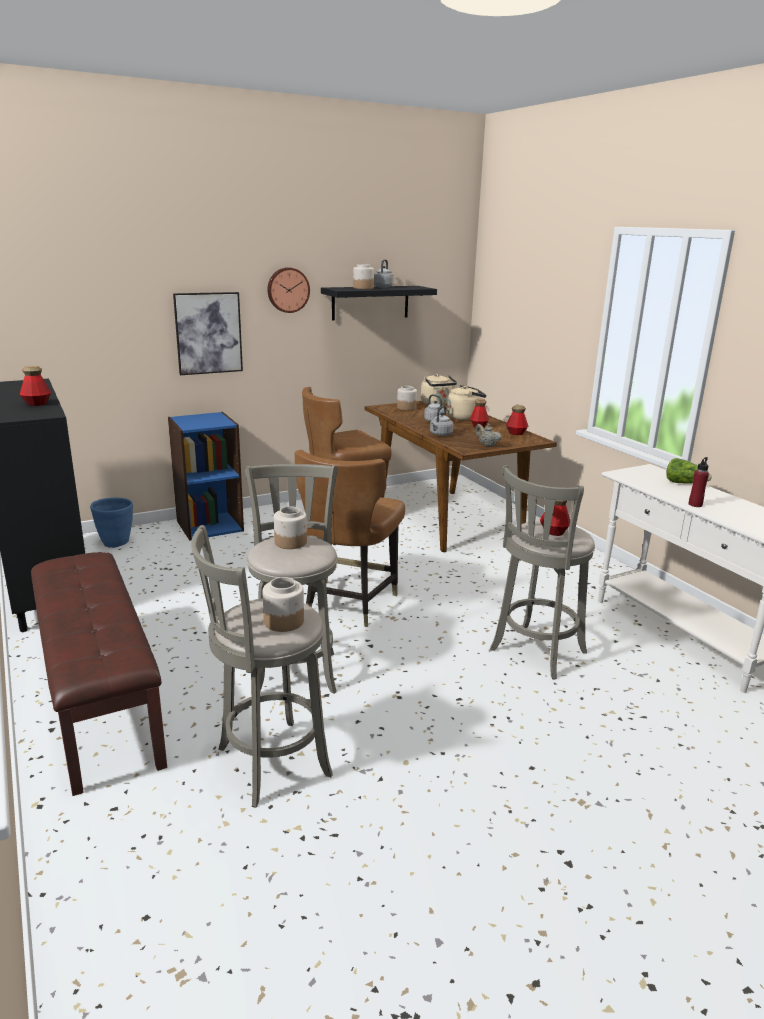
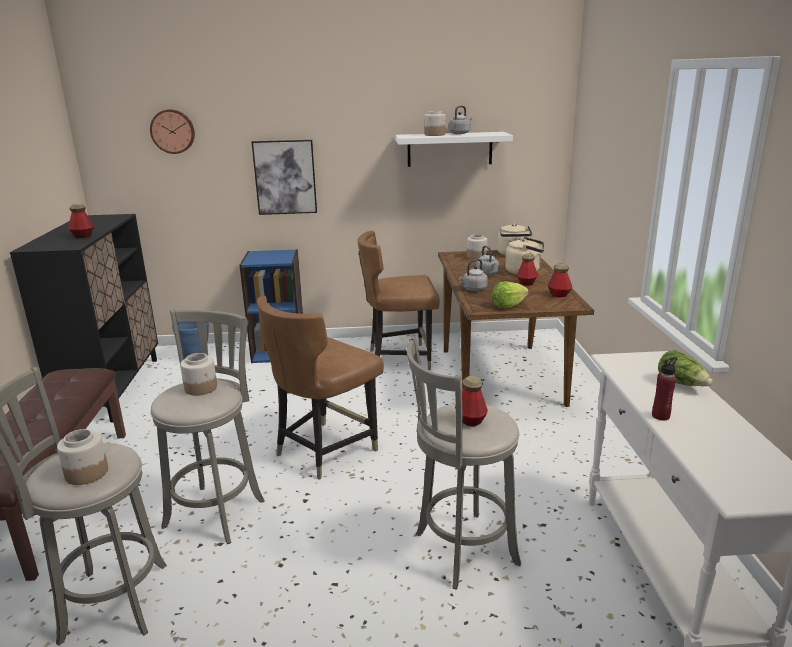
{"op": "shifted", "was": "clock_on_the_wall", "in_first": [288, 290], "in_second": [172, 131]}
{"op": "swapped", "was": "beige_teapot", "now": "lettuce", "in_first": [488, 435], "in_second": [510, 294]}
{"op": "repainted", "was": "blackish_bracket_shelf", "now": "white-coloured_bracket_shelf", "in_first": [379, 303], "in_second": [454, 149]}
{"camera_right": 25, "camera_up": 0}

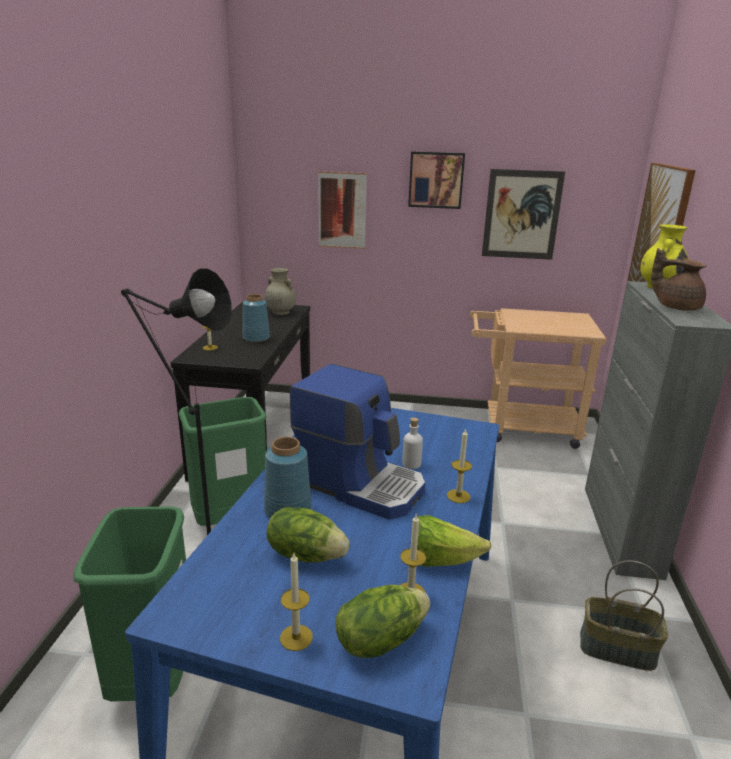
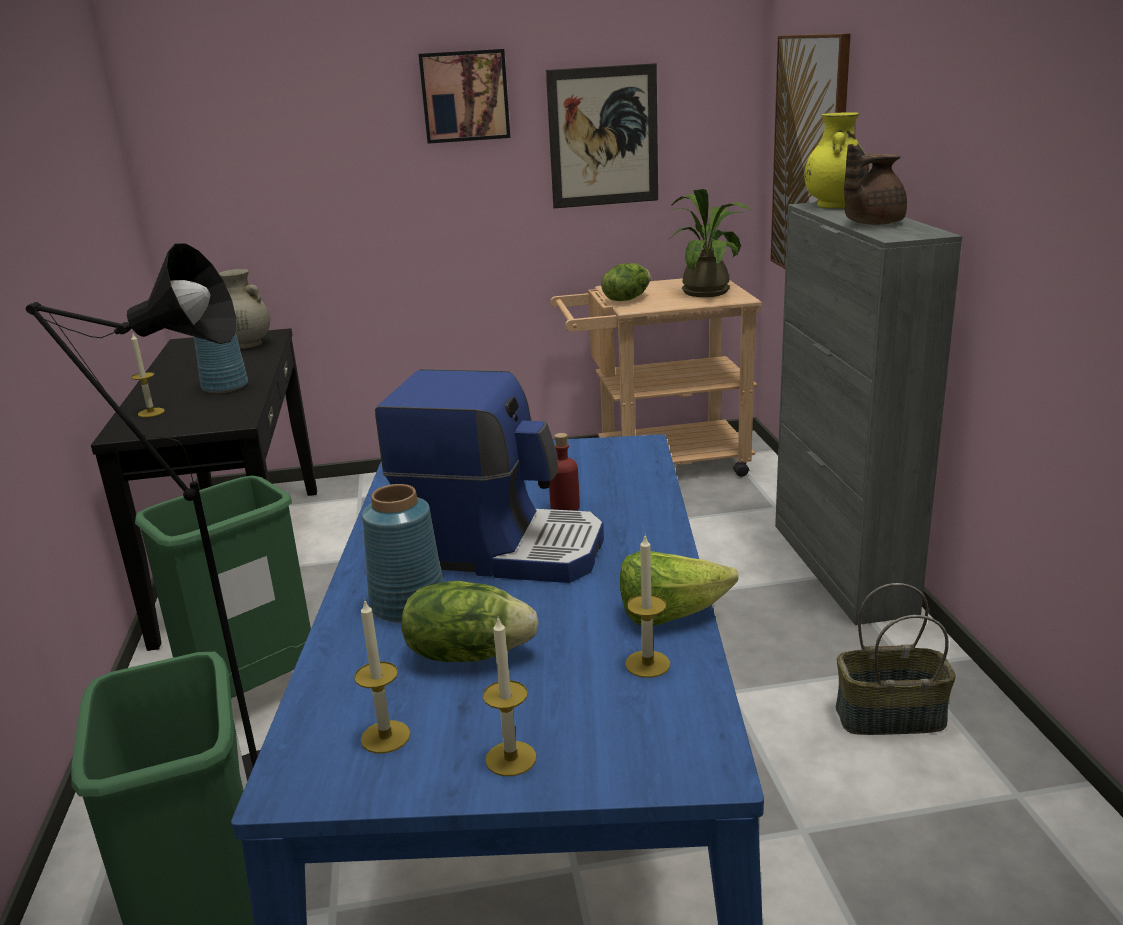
{"op": "gone", "was": "wall_picture", "in_first": [342, 210]}
{"op": "new", "now": "houseplant", "in_second": [709, 243]}
{"op": "shifted", "was": "lettuce", "in_first": [382, 621], "in_second": [626, 282]}
{"op": "shifted", "was": "wax_light", "in_first": [459, 466], "in_second": [382, 676]}
{"op": "repainted", "was": "white-coloured_beverage_bottle", "now": "reddish_beverage_bottle", "in_first": [412, 443], "in_second": [564, 472]}
{"op": "rotated", "was": "brown_teapot", "in_first": [678, 279], "in_second": [875, 184], "clockwise": -45}
{"camera_right": -15, "camera_up": 0}

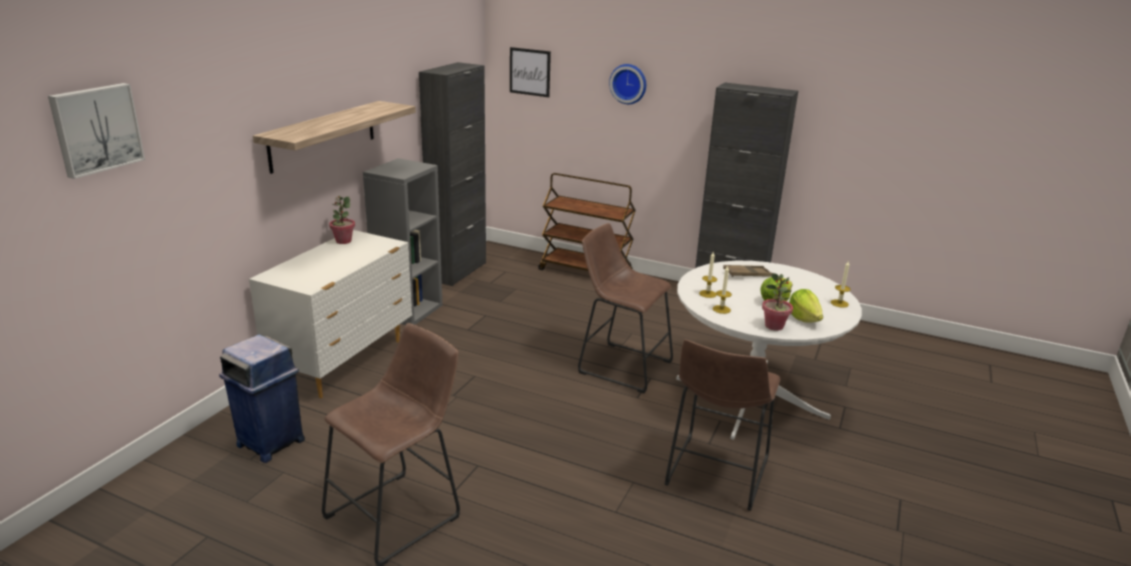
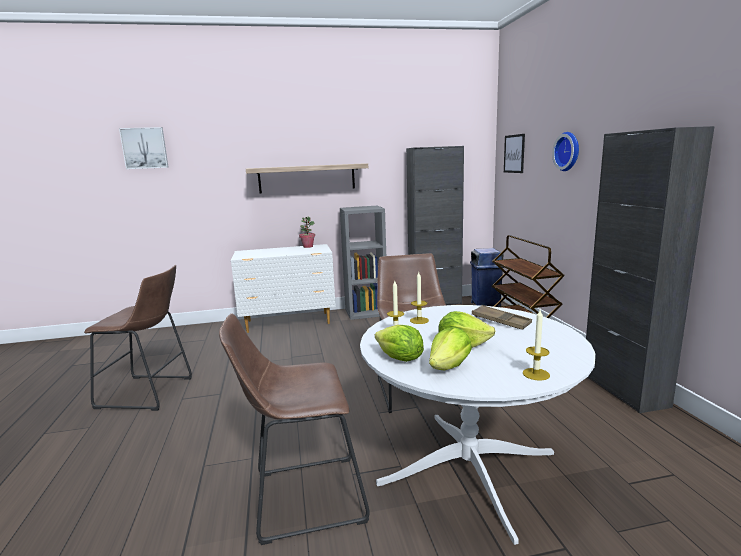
{"op": "shifted", "was": "blue_trash_can", "in_first": [262, 399], "in_second": [487, 277]}
{"op": "swapped", "was": "houseplant", "now": "lettuce", "in_first": [777, 302], "in_second": [399, 343]}
{"camera_right": 55, "camera_up": -10}

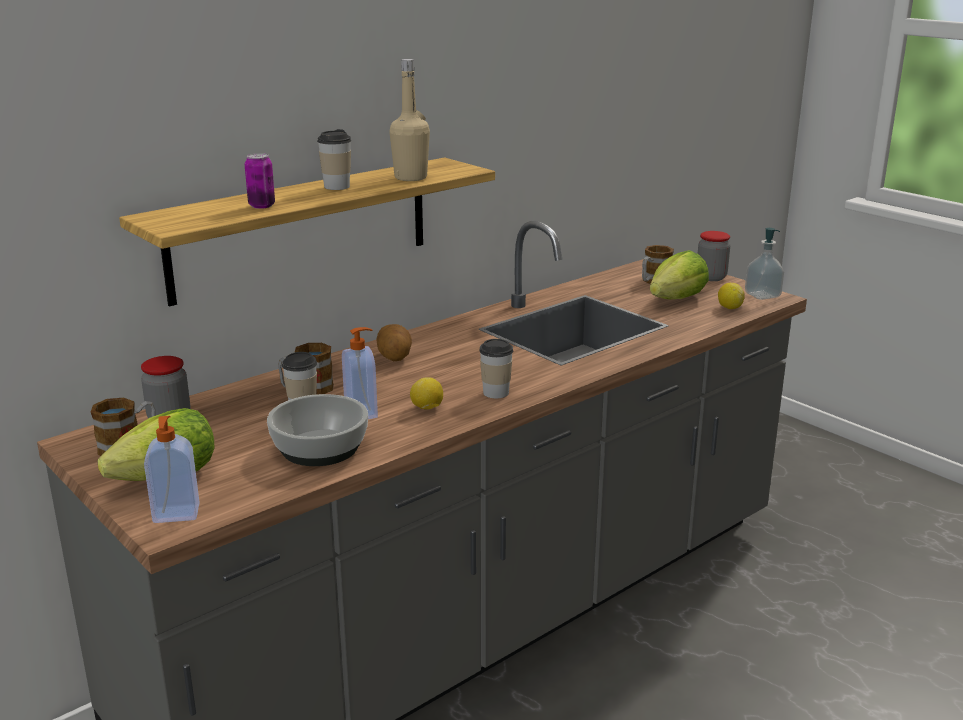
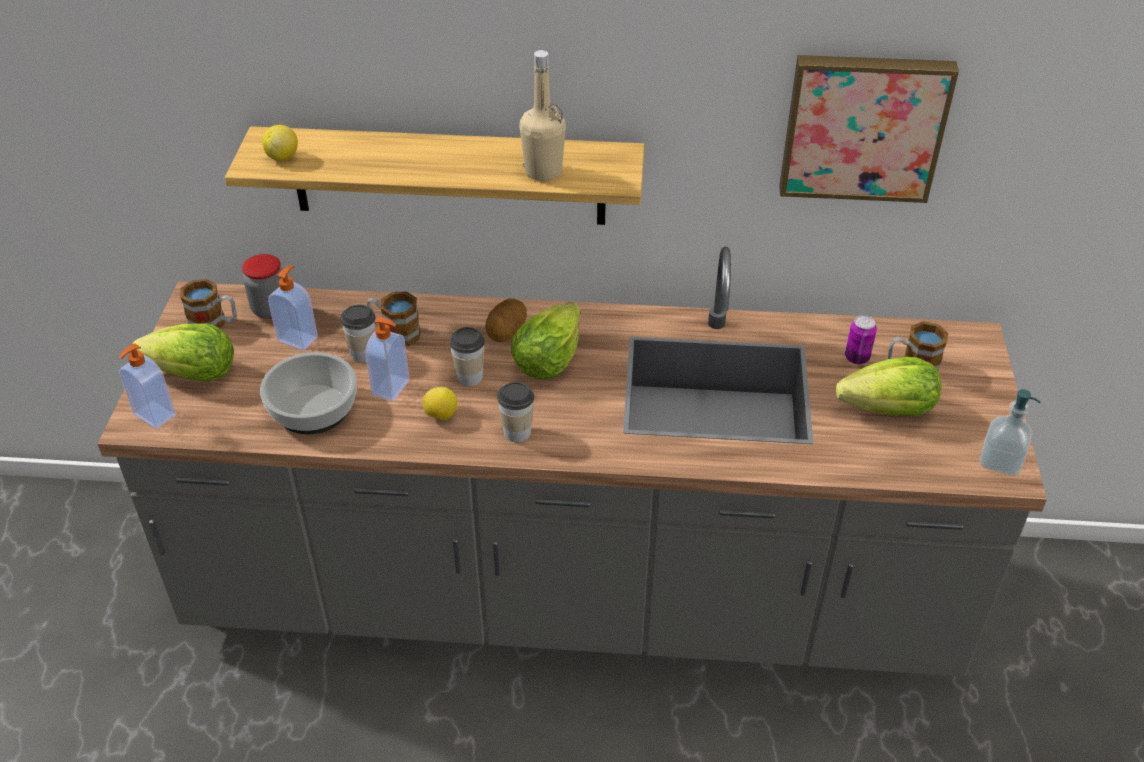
{"op": "gone", "was": "preserve_jar", "in_first": [714, 256]}
{"op": "new", "now": "soap_bottle", "in_second": [293, 308]}
{"op": "new", "now": "lettuce", "in_second": [546, 340]}
{"op": "new", "now": "wall_picture", "in_second": [869, 129]}
{"op": "shifted", "was": "metal_can", "in_first": [260, 181], "in_second": [861, 339]}
{"op": "shifted", "was": "cup", "in_first": [334, 159], "in_second": [467, 356]}
{"op": "shifted", "was": "lemon", "in_first": [731, 296], "in_second": [280, 143]}
{"camera_right": 45, "camera_up": 20}

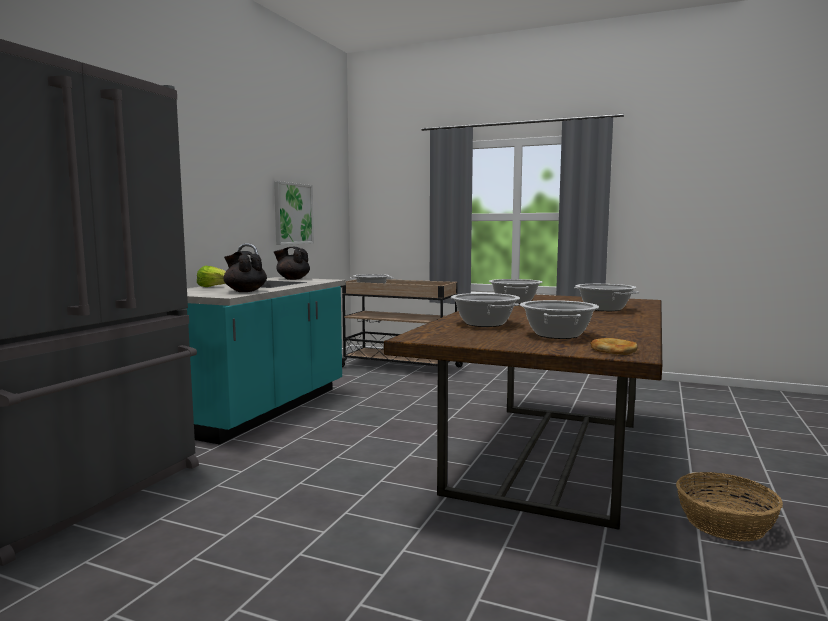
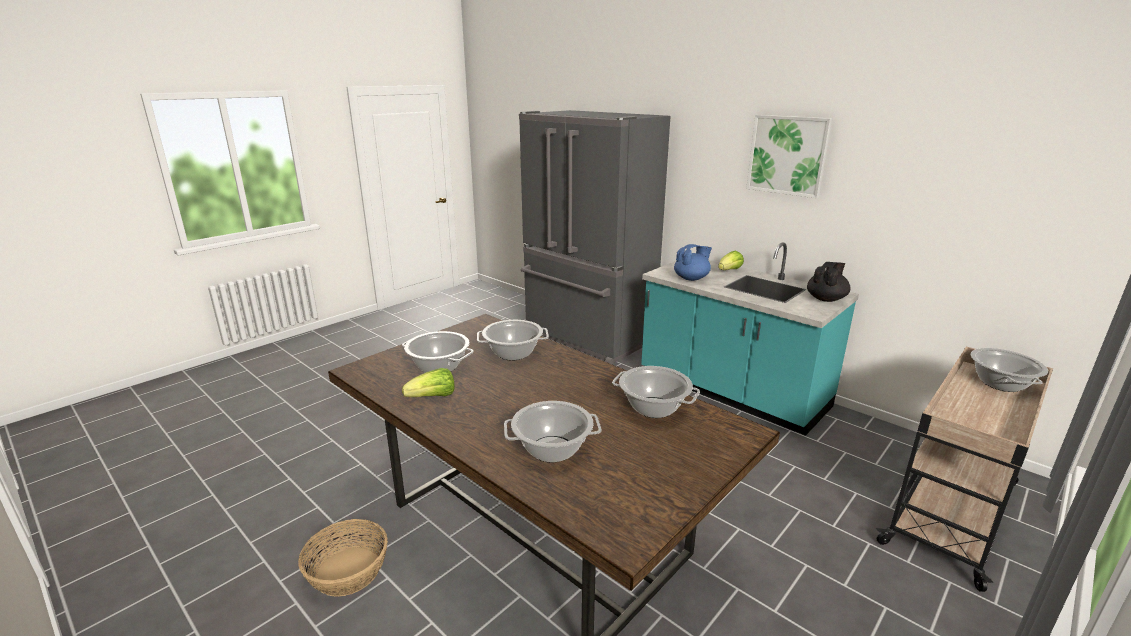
{"op": "gone", "was": "bakery_bread", "in_first": [614, 346]}
{"op": "new", "now": "lettuce", "in_second": [428, 382]}
{"op": "shifted", "was": "wall_picture", "in_first": [294, 213], "in_second": [789, 156]}
{"op": "repainted", "was": "blackish_teapot", "now": "blue_teapot", "in_first": [245, 271], "in_second": [693, 262]}
{"camera_right": 110, "camera_up": 15}

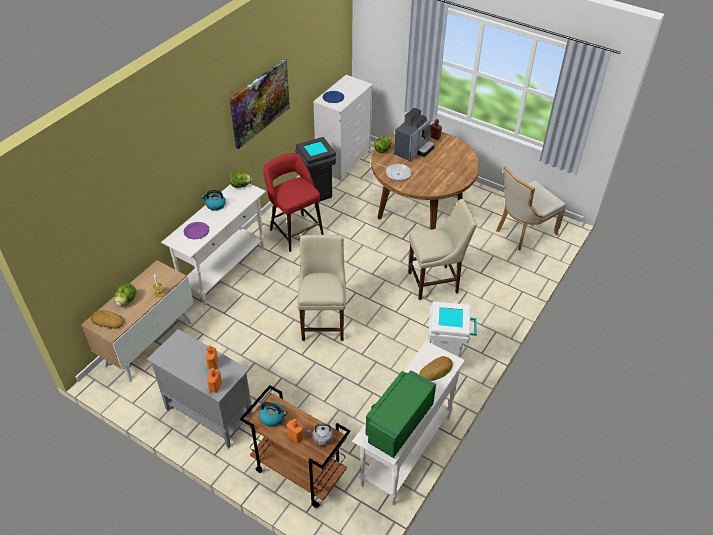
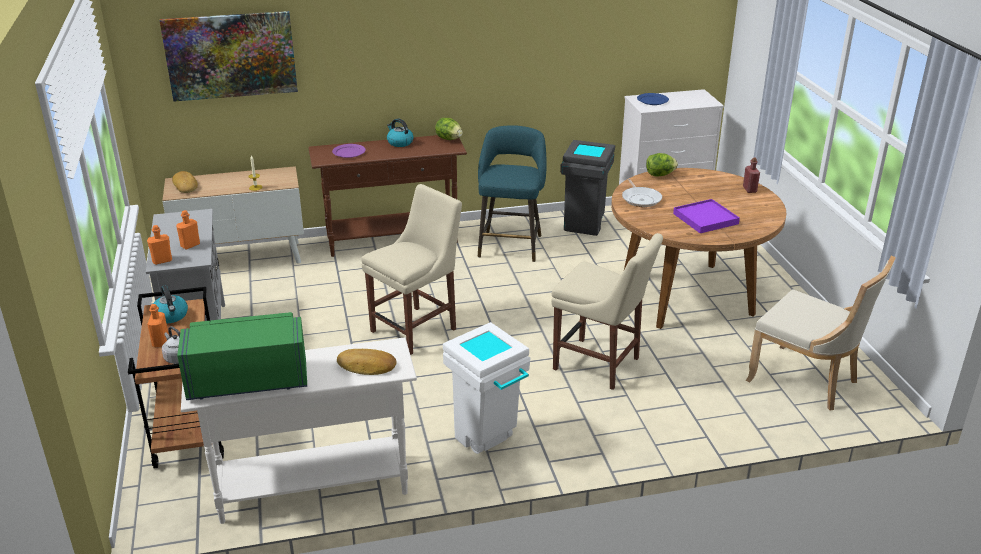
{"op": "gone", "was": "lettuce", "in_first": [126, 294]}
{"op": "gone", "was": "coffee_machine", "in_first": [414, 134]}
{"op": "new", "now": "purple-coloured_serving_tray", "in_second": [706, 216]}
{"op": "shifted", "was": "wall_picture", "in_first": [259, 104], "in_second": [228, 56]}
{"op": "repainted", "was": "white-coloured_narrow_table", "now": "brown_narrow_table", "in_first": [213, 244], "in_second": [387, 196]}
{"op": "repainted", "was": "reddish_stool_seat", "now": "turquoise_stool_seat", "in_first": [293, 202], "in_second": [512, 193]}
{"op": "rotated", "was": "beige_upright_chair", "in_first": [531, 208], "in_second": [821, 332], "clockwise": -150}
{"camera_right": 45, "camera_up": -15}

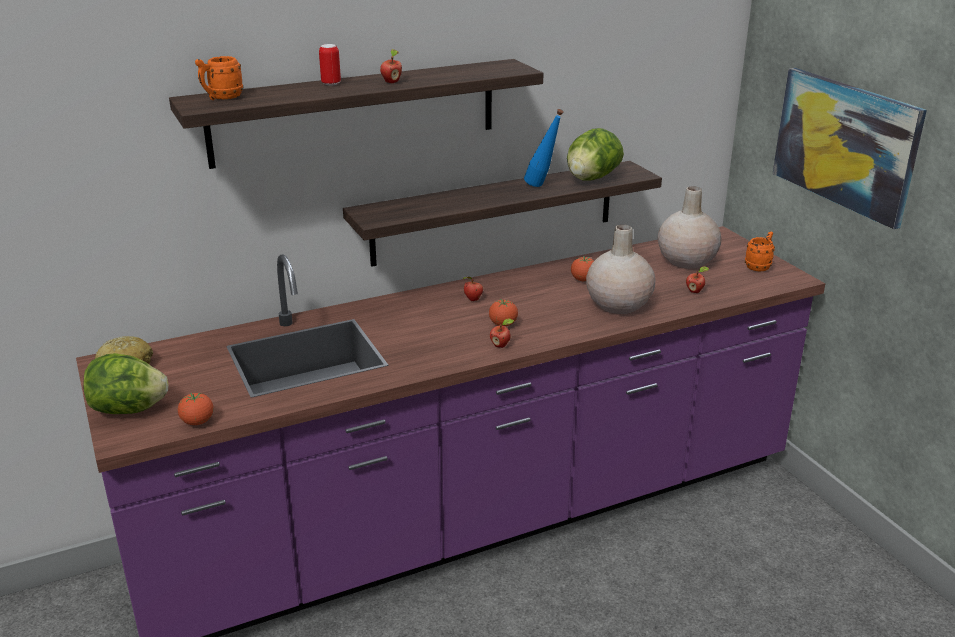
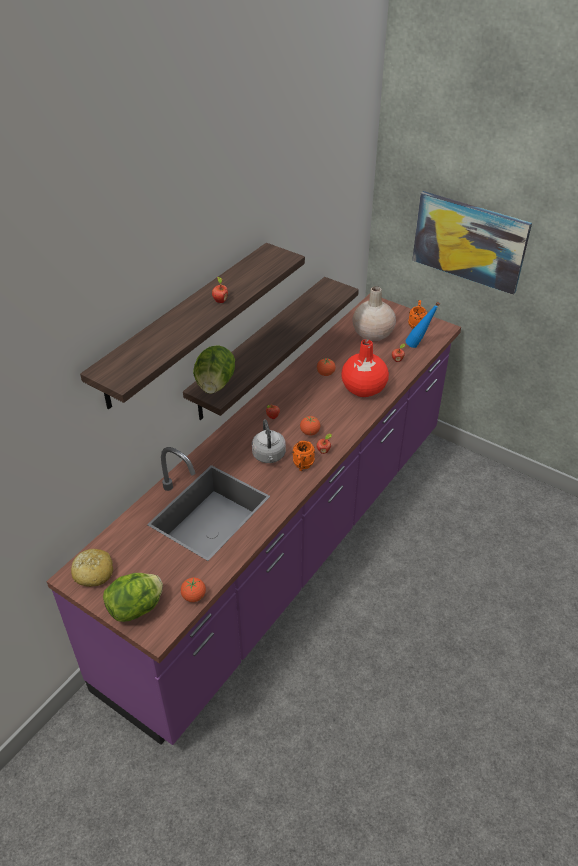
{"op": "gone", "was": "metal_can", "in_first": [330, 65]}
{"op": "new", "now": "grey_tea_kettle", "in_second": [269, 441]}
{"op": "shifted", "was": "orange_mug", "in_first": [219, 78], "in_second": [304, 456]}
{"op": "shifted", "was": "blue_beverage_bottle", "in_first": [544, 148], "in_second": [422, 325]}
{"op": "shifted", "was": "lettuce", "in_first": [595, 154], "in_second": [214, 369]}
{"op": "repainted", "was": "beige_decorative_vase", "now": "reddish_decorative_vase", "in_first": [620, 269], "in_second": [365, 368]}
{"camera_right": -30, "camera_up": 15}

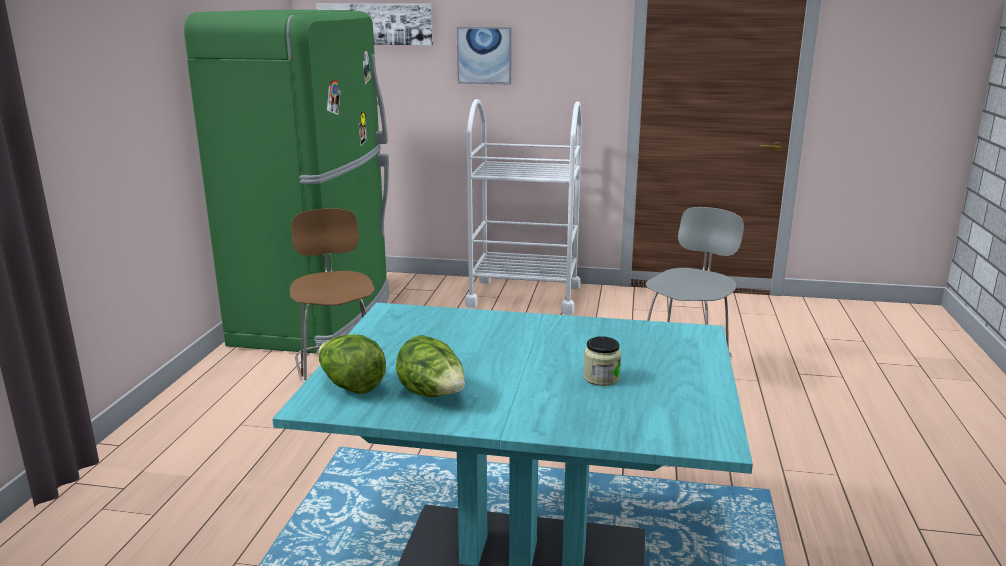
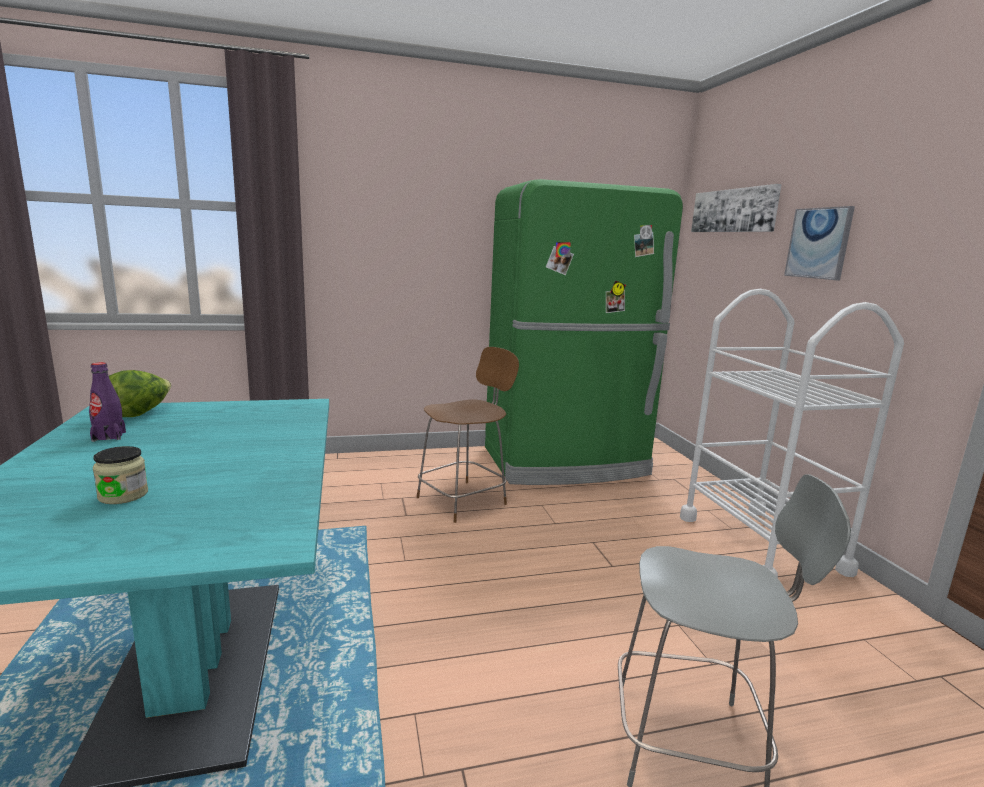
{"op": "swapped", "was": "lettuce", "now": "purple-coloured_beverage_bottle", "in_first": [430, 366], "in_second": [107, 402]}
{"camera_right": 65, "camera_up": -5}

